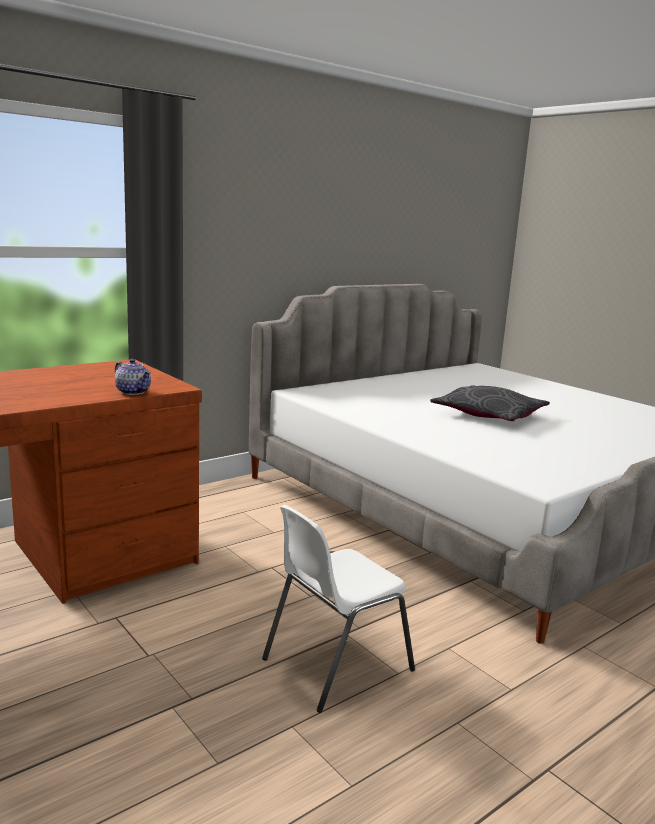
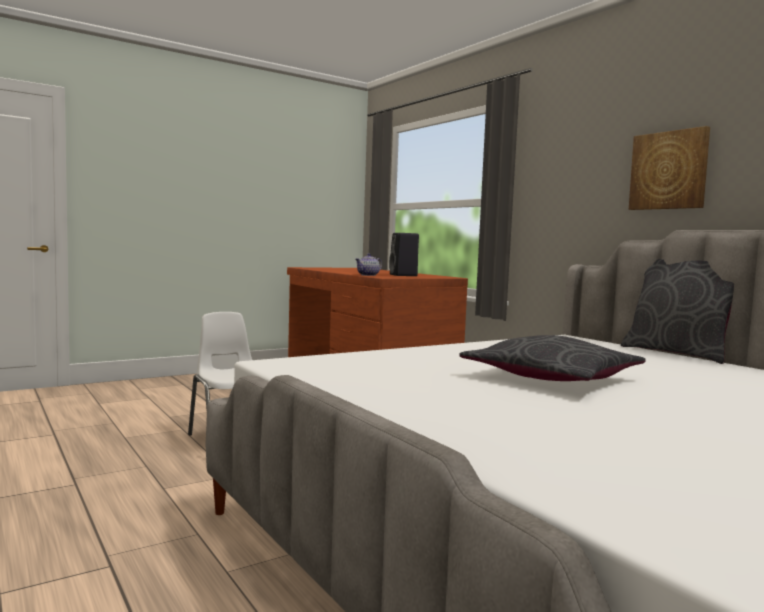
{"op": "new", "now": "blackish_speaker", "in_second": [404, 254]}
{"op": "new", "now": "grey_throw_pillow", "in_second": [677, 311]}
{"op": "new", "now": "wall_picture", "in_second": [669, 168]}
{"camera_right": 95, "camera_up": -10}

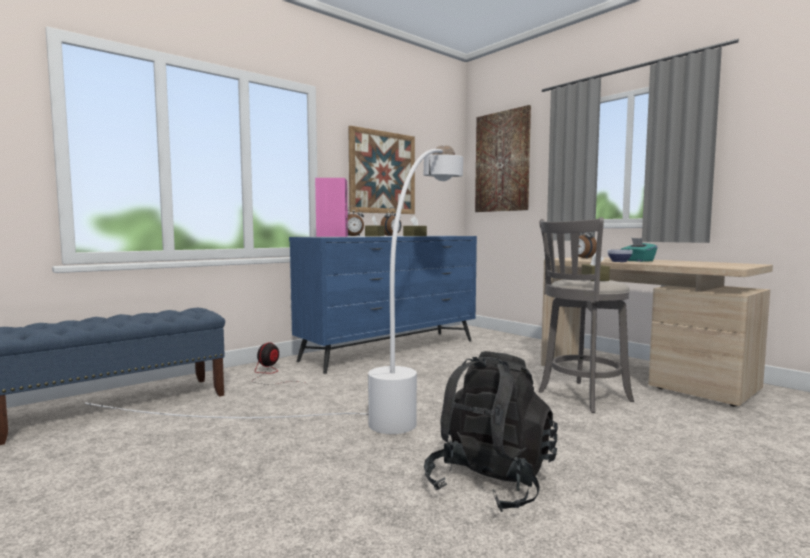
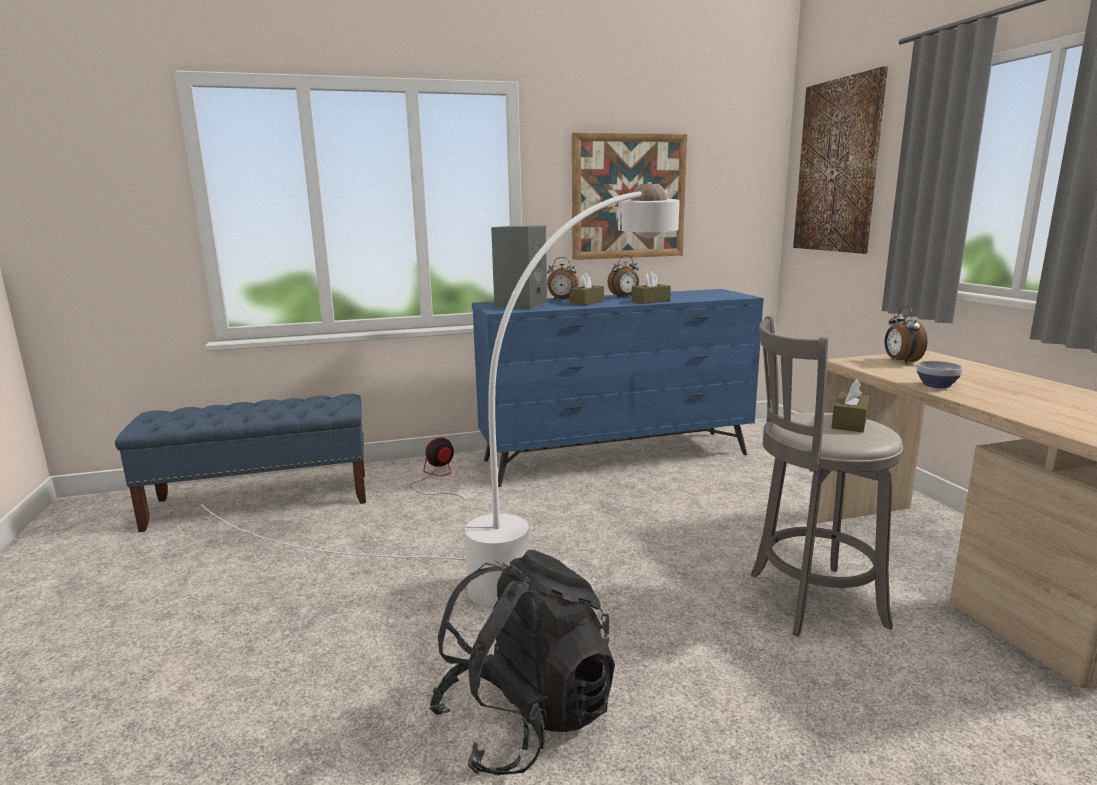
{"op": "gone", "was": "turquoise_tissue_box", "in_first": [639, 250]}
{"op": "repainted", "was": "pink-coloured_speaker", "now": "grey_speaker", "in_first": [331, 207], "in_second": [519, 267]}
{"camera_right": 25, "camera_up": 10}

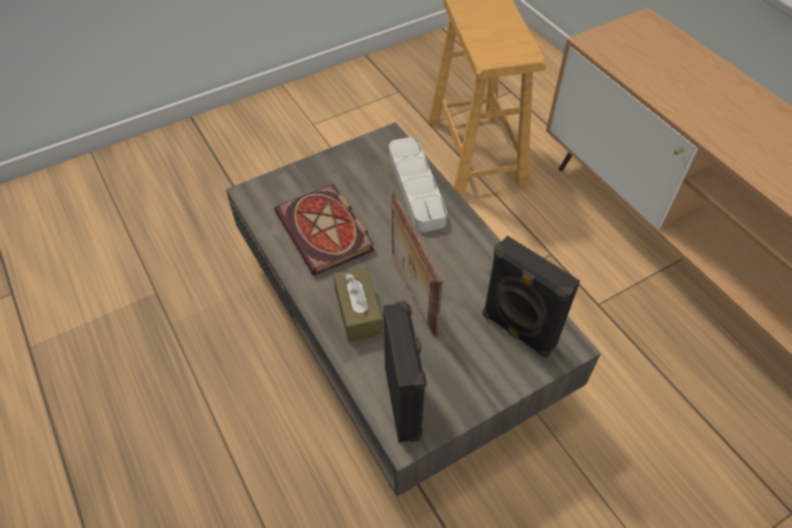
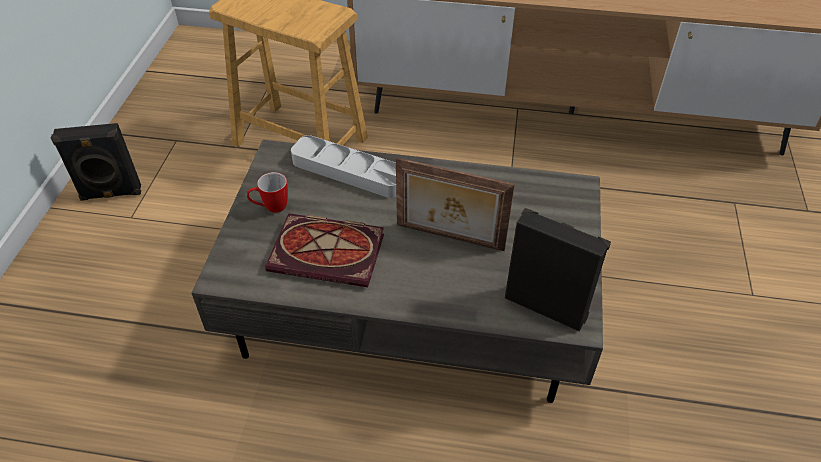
{"op": "gone", "was": "brown_tissue_box", "in_first": [358, 304]}
{"op": "new", "now": "mug", "in_second": [267, 192]}
{"op": "shifted", "was": "blackish_speaker", "in_first": [531, 297], "in_second": [96, 162]}
{"camera_right": -50, "camera_up": -5}

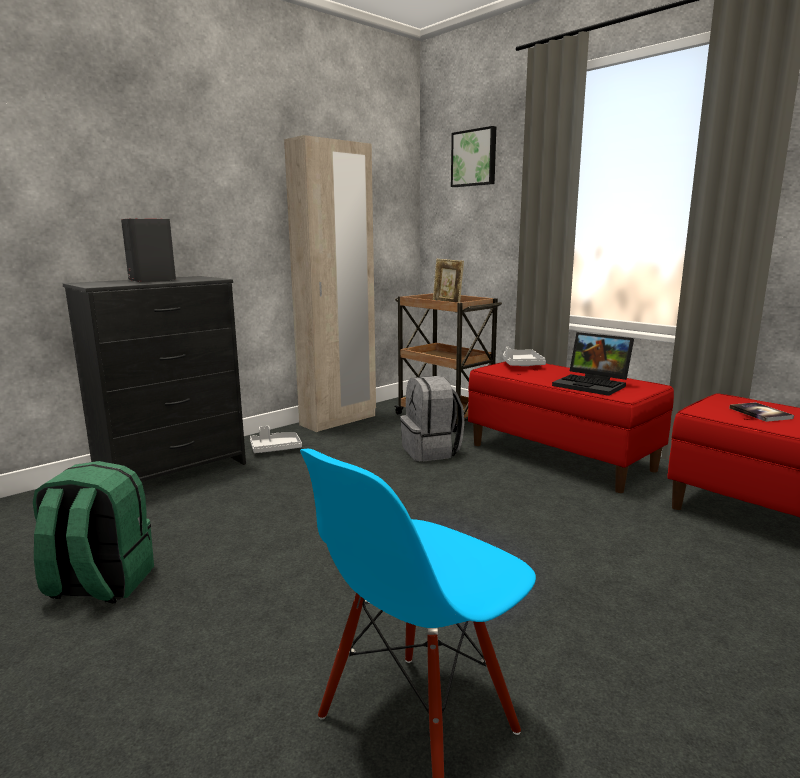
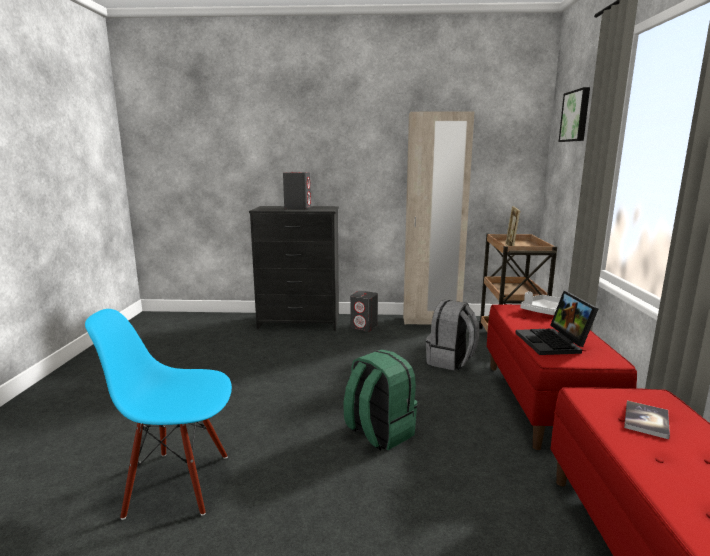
{"op": "shifted", "was": "green-coloured_knapsack", "in_first": [93, 532], "in_second": [380, 399]}
{"op": "swapped", "was": "grey_serving_tray", "now": "grey_speaker", "in_first": [276, 439], "in_second": [364, 311]}
{"camera_right": 45, "camera_up": 0}

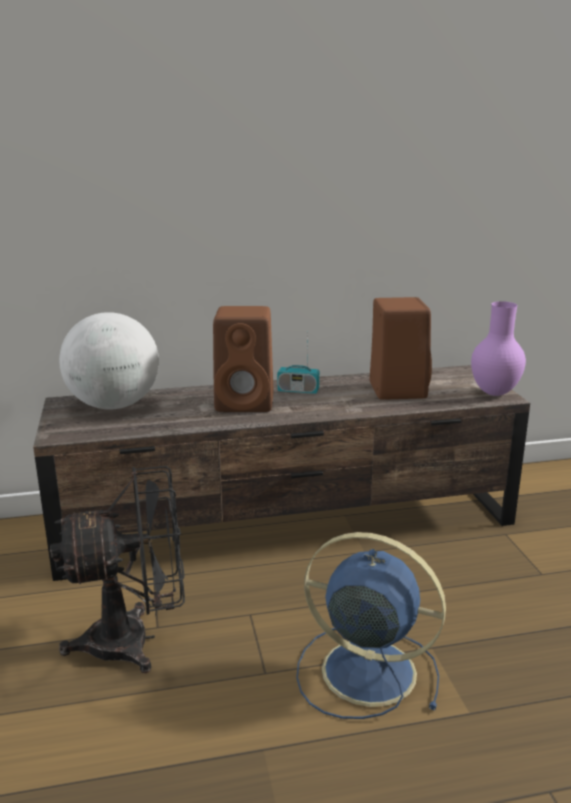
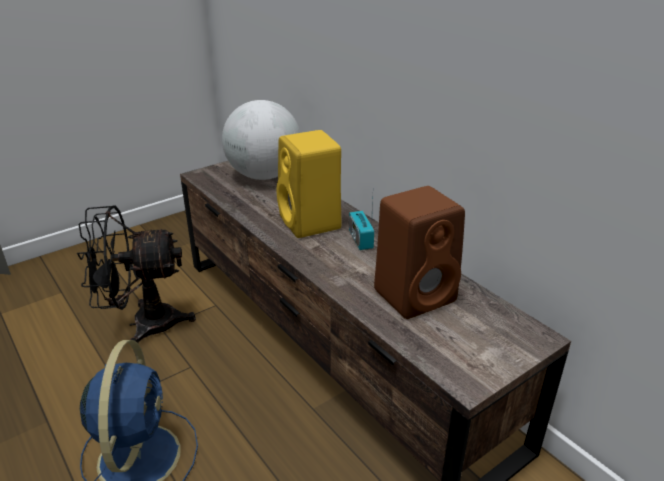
{"op": "gone", "was": "purple-coloured_decorative_vase", "in_first": [498, 348]}
{"op": "repainted", "was": "brown_speaker", "now": "yellowish_speaker", "in_first": [243, 359], "in_second": [309, 184]}
{"op": "rotated", "was": "blackish_fan", "in_first": [117, 569], "in_second": [136, 274], "clockwise": 120}
{"camera_right": 65, "camera_up": 10}

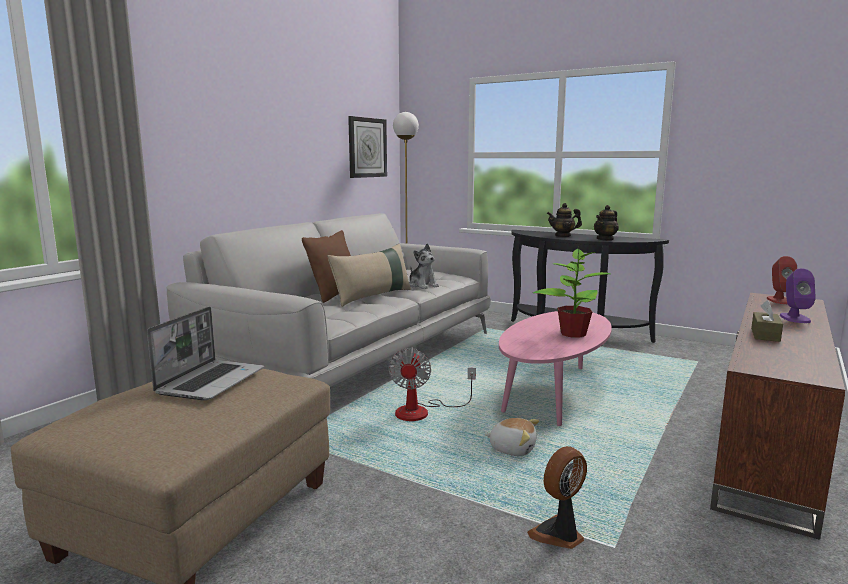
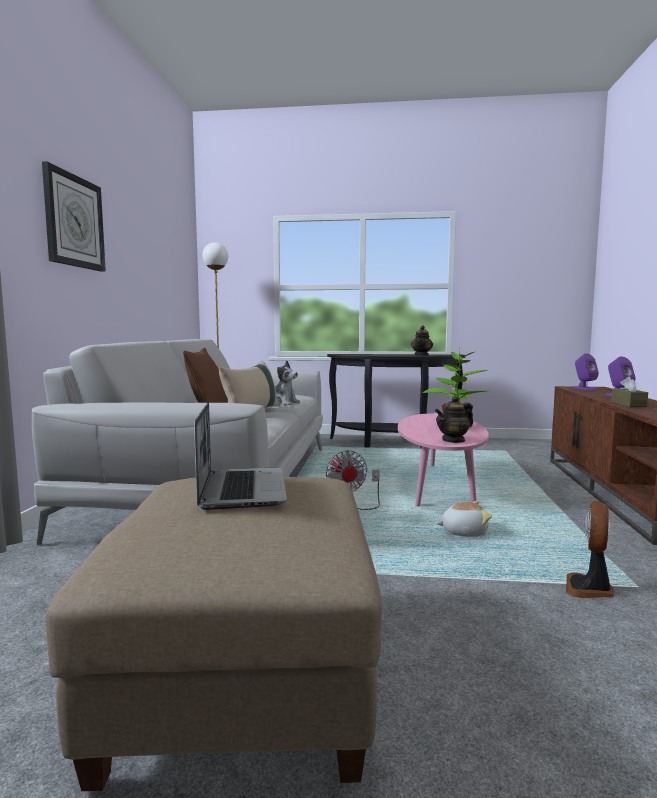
{"op": "shifted", "was": "clock_on_the_wall", "in_first": [367, 147], "in_second": [74, 216]}
{"op": "shifted", "was": "teapot", "in_first": [564, 220], "in_second": [454, 419]}
{"op": "repainted", "was": "reddish_speaker", "now": "purple-coloured_speaker", "in_first": [781, 280], "in_second": [586, 372]}
{"camera_right": -25, "camera_up": -5}

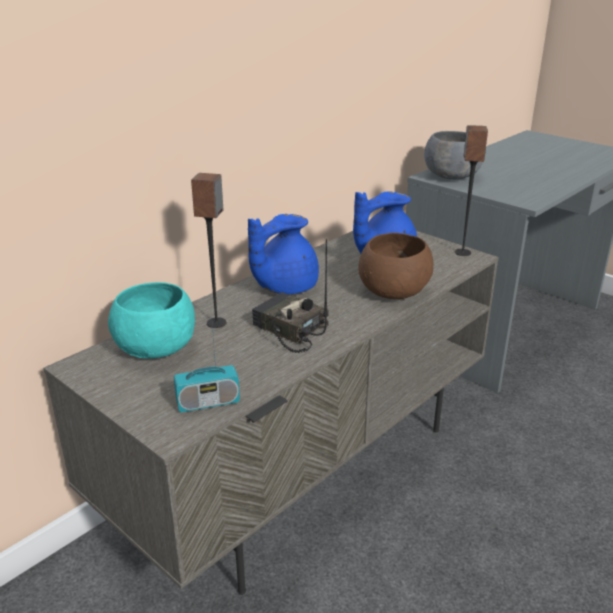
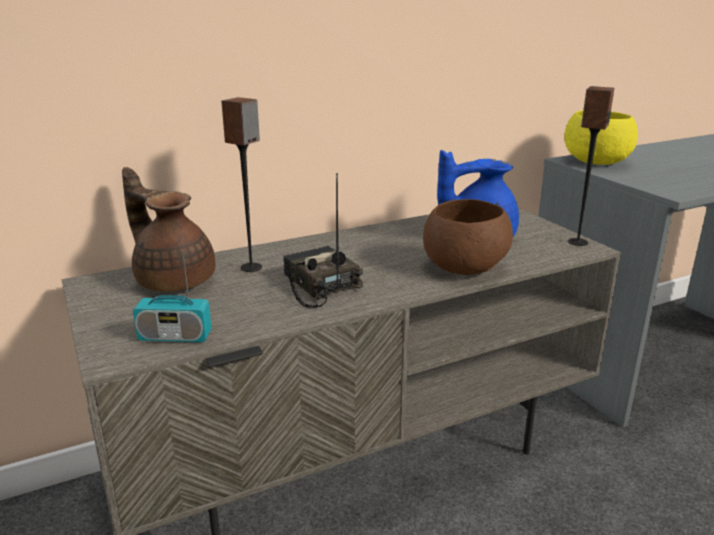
{"op": "gone", "was": "blue_teapot", "in_first": [283, 254]}
{"op": "swapped", "was": "turquoise_bowl", "now": "brown_teapot", "in_first": [151, 320], "in_second": [168, 229]}
{"op": "repainted", "was": "grey_bowl", "now": "yellowish_bowl", "in_first": [453, 155], "in_second": [601, 137]}
{"camera_right": 20, "camera_up": -5}

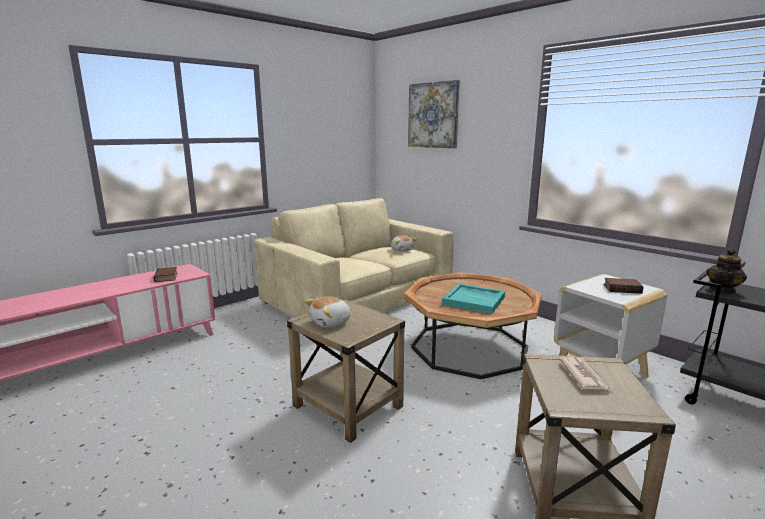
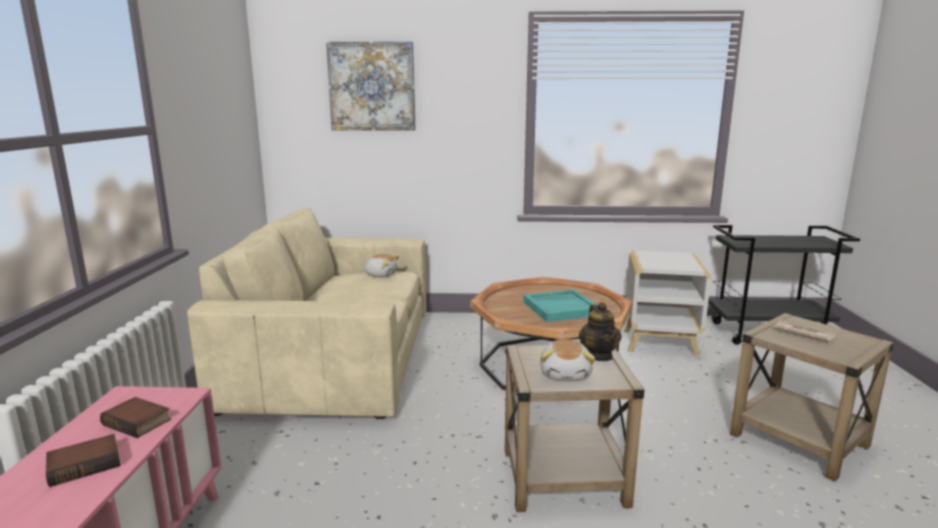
{"op": "shifted", "was": "bound_book", "in_first": [623, 286], "in_second": [83, 460]}
{"op": "shifted", "was": "teapot", "in_first": [726, 271], "in_second": [600, 331]}
{"camera_right": -45, "camera_up": 0}

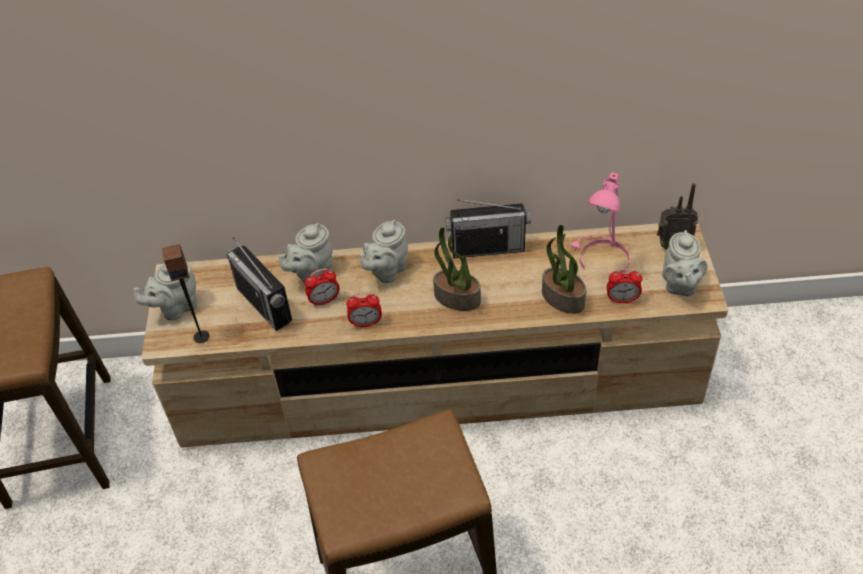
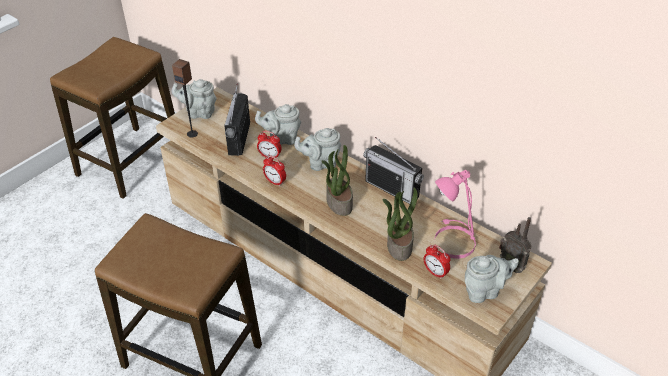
{"op": "rotated", "was": "grey_teapot", "in_first": [684, 263], "in_second": [492, 279], "clockwise": -150}
{"camera_right": 40, "camera_up": -5}

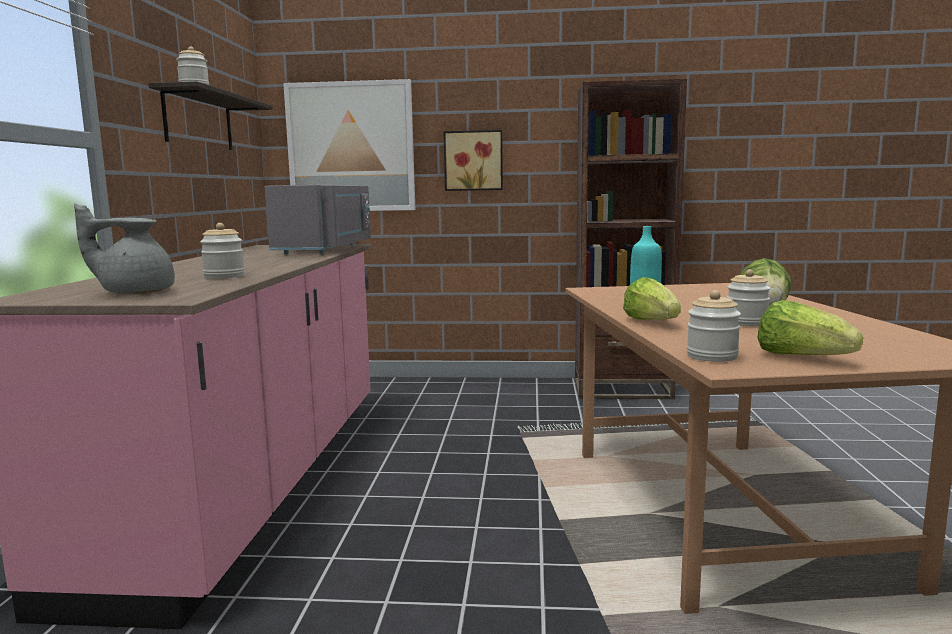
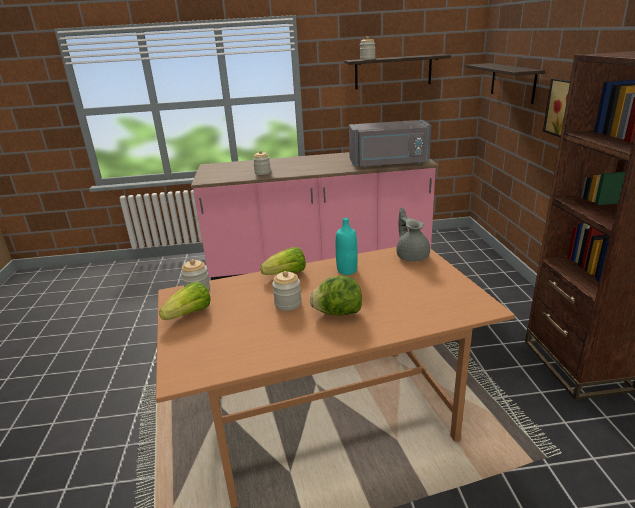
{"op": "shifted", "was": "grey_teapot", "in_first": [124, 248], "in_second": [413, 234]}
{"op": "swapped", "was": "wall_picture", "now": "bracket_shelf", "in_first": [349, 145], "in_second": [505, 83]}
{"camera_right": 80, "camera_up": 15}

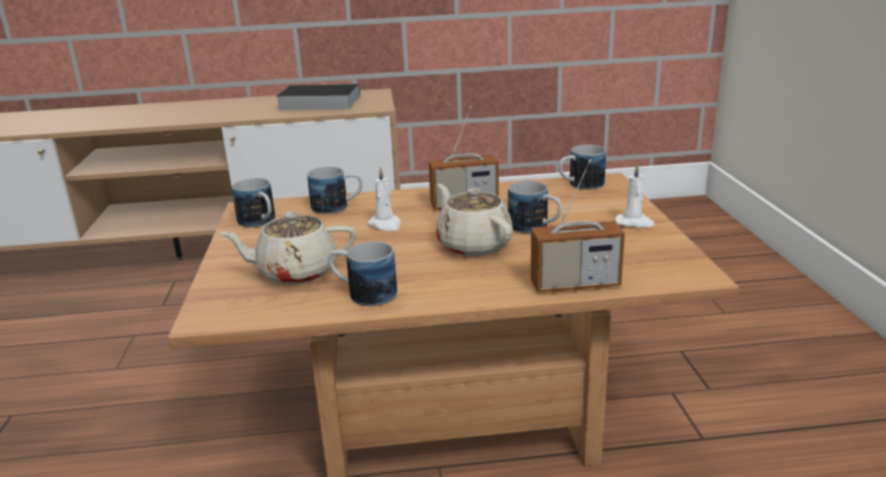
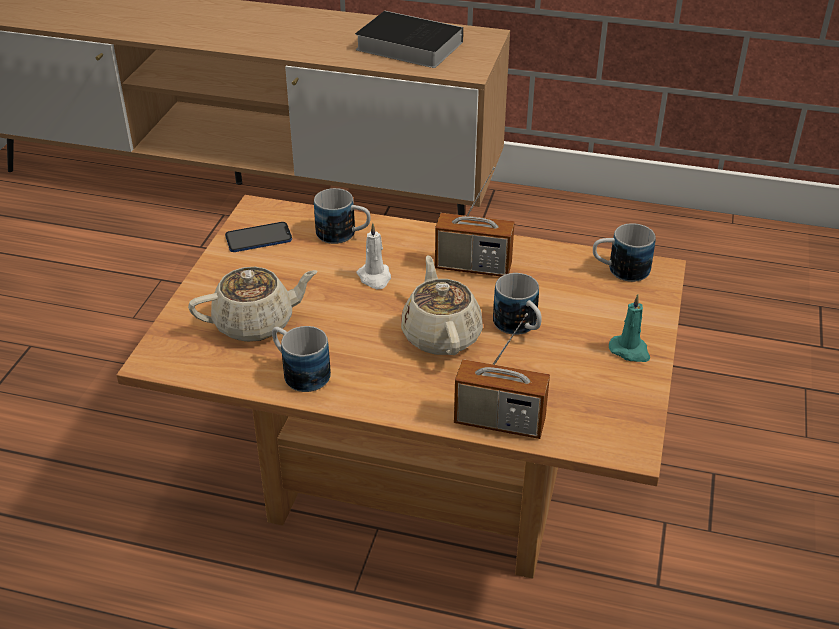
{"op": "swapped", "was": "mug", "now": "telephone", "in_first": [253, 203], "in_second": [258, 237]}
{"op": "repainted", "was": "white-coloured_wax_light", "now": "turquoise_wax_light", "in_first": [635, 195], "in_second": [629, 328]}
{"op": "rotated", "was": "beige_teapot", "in_first": [287, 248], "in_second": [253, 304], "clockwise": 150}
{"camera_right": 20, "camera_up": 15}

